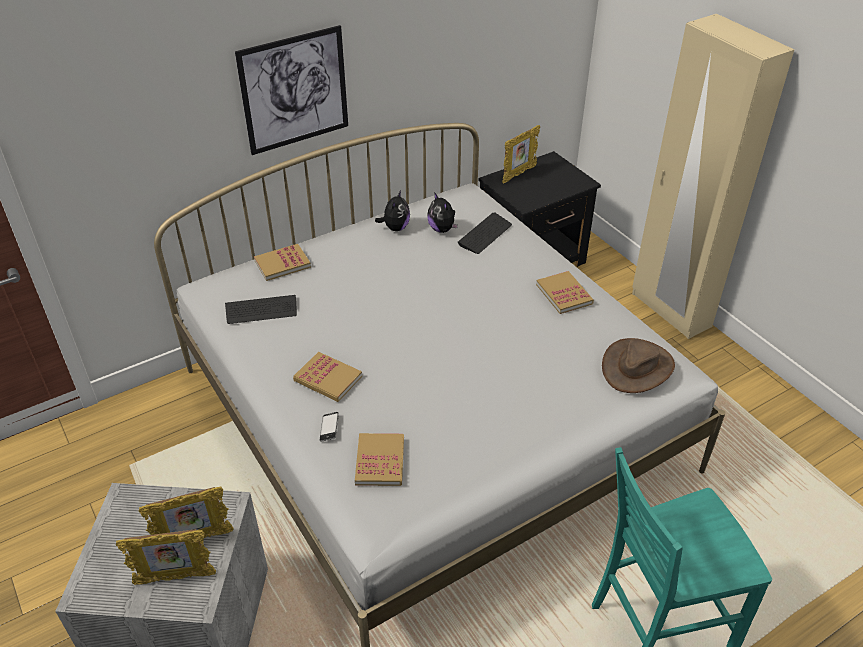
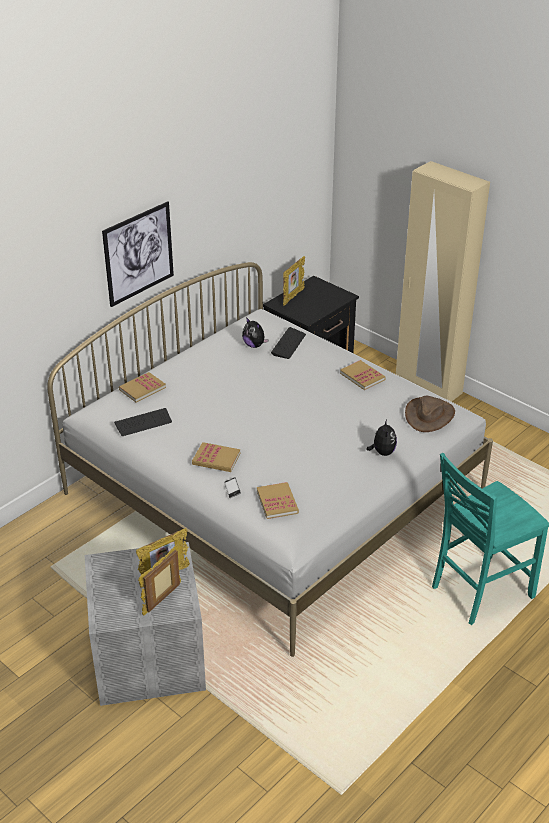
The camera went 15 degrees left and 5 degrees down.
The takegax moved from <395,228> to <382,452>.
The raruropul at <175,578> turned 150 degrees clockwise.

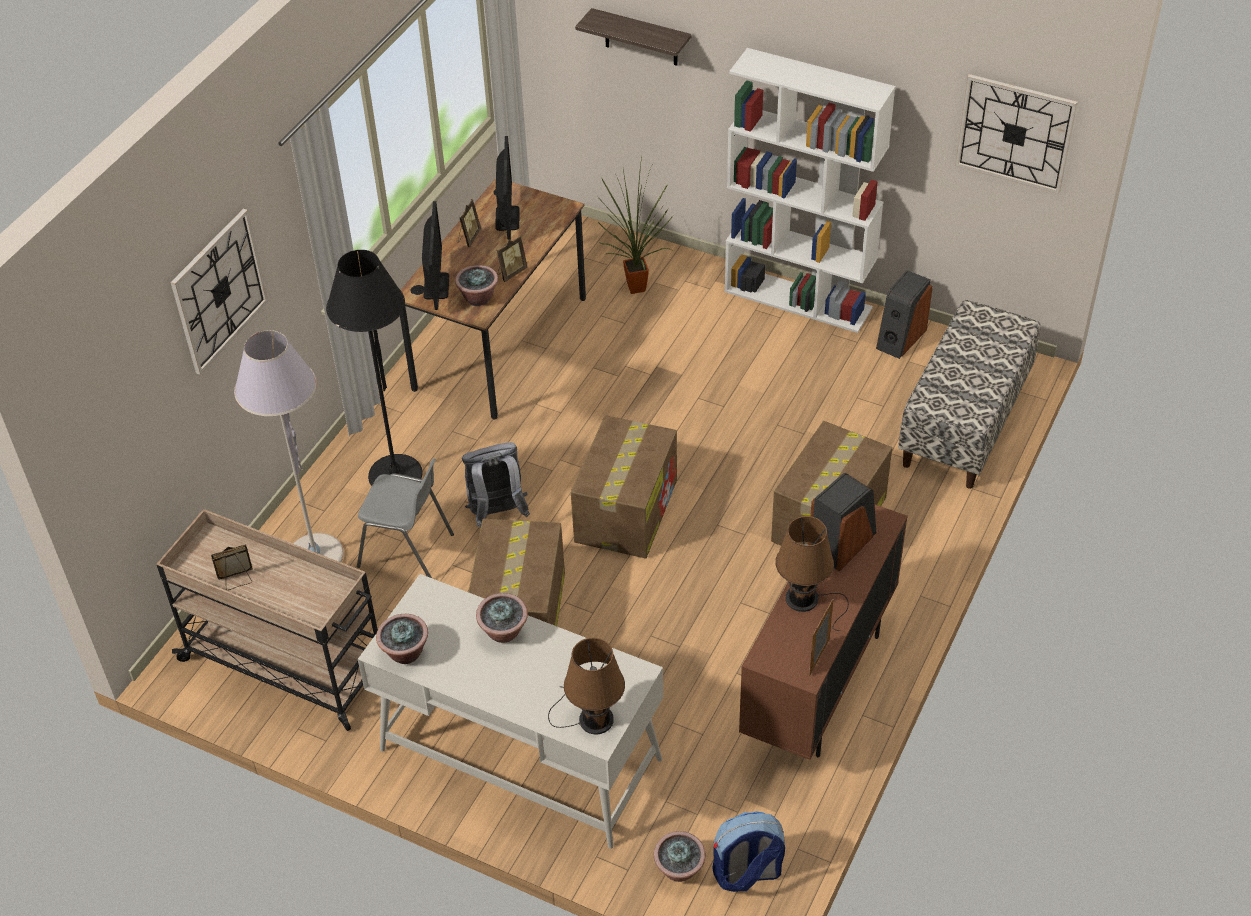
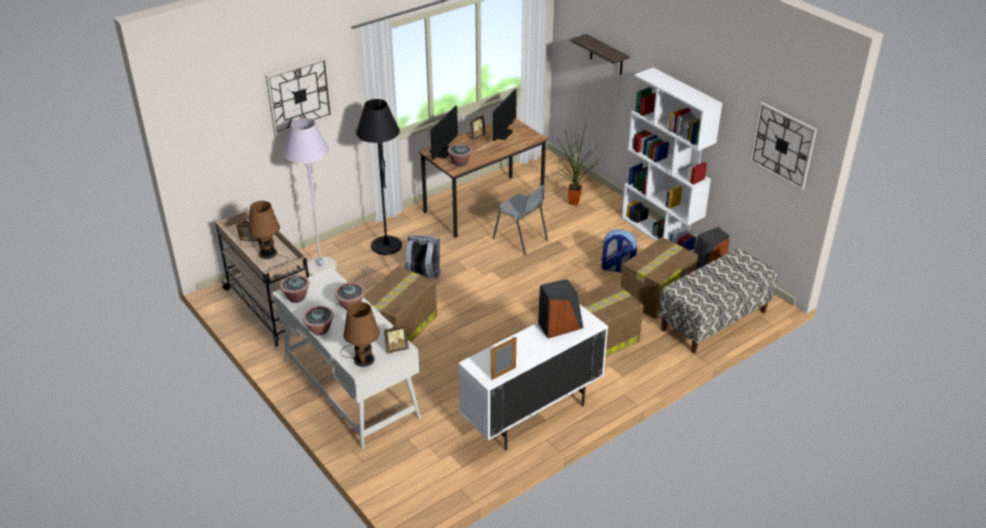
The camera went 25 degrees right and 10 degrees down.
The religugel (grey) moved from <407,550> to <520,239>.
The raruropul moved from <511,273> to <396,348>.
The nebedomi moved from <626,509> to <657,294>.
The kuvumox moved from <679,870> to <320,330>.
The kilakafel moved from <747,873> to <617,268>.
The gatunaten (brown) moved from <806,600> to <269,254>.
The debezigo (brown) at <818,685> became the debezigo (white) at <532,416>.

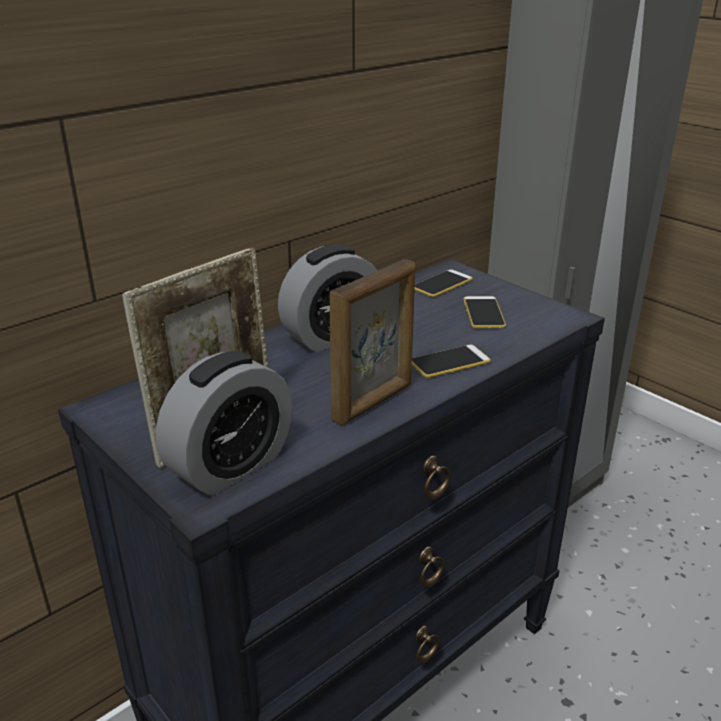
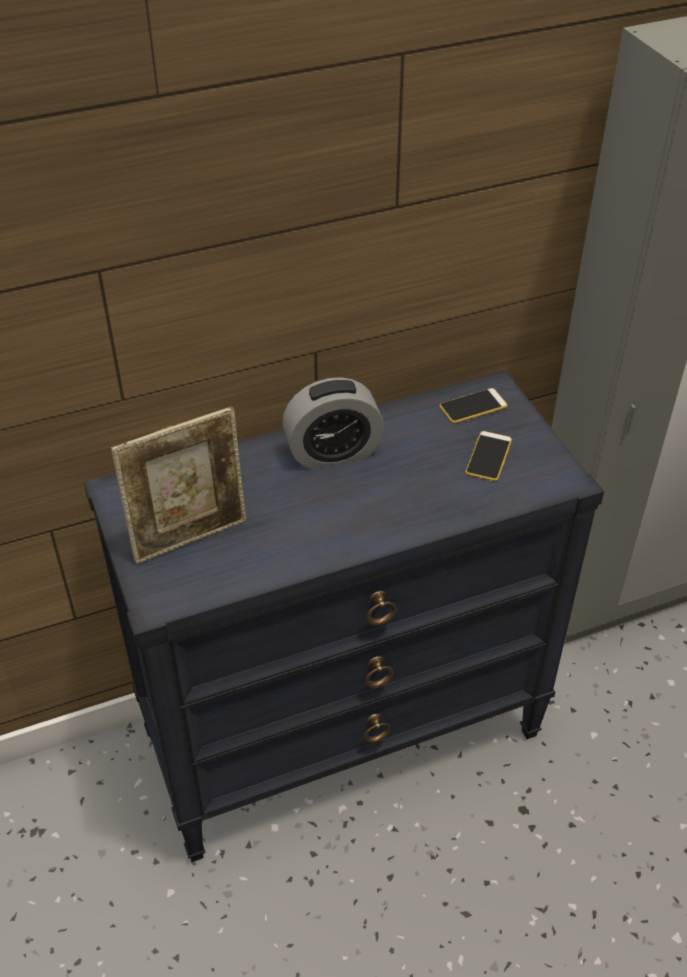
The camera went 20 degrees right and 15 degrees up.
The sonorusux at <231,466> disappeared.
The raruropul at <374,403> disappeared.
The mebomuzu at <449,362> disappeared.

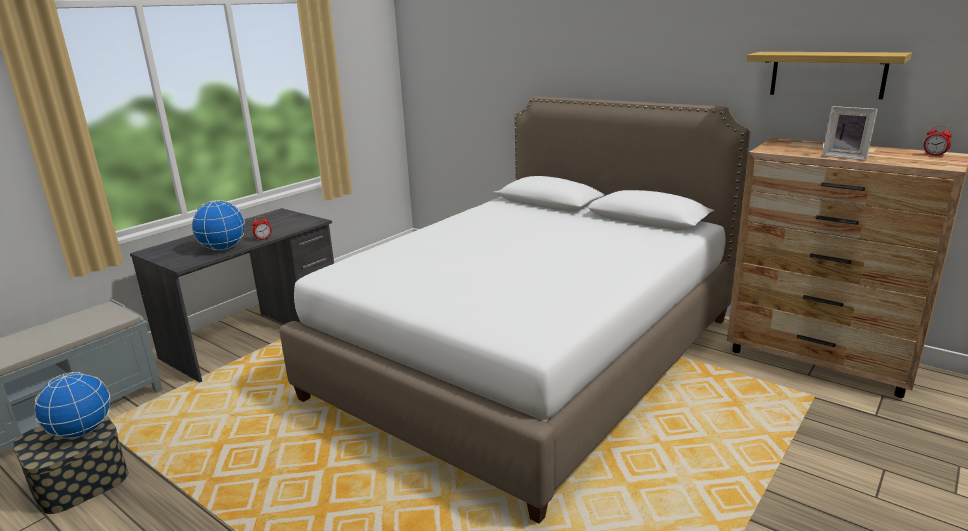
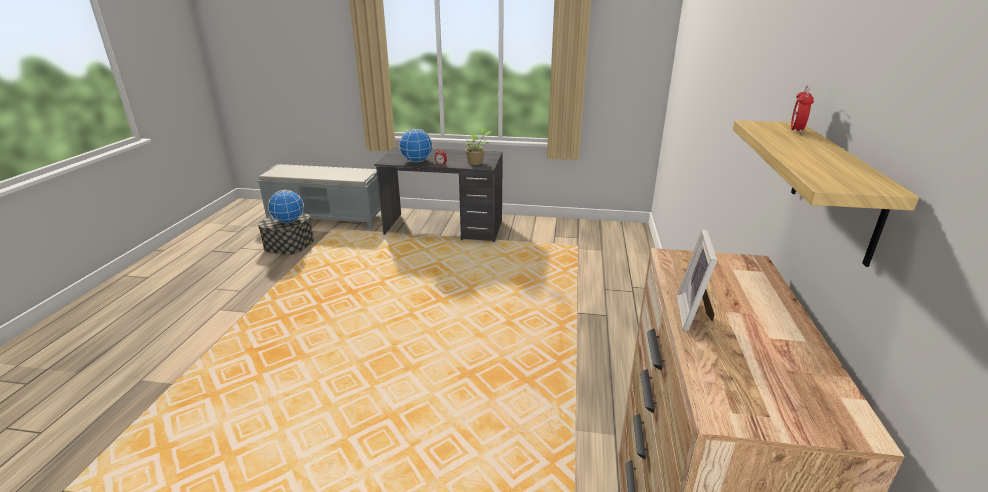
The camera went 60 degrees right and 5 degrees up.
The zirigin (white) at <529,357> disappeared.
The kuvumox at <476,163> appeared.
The sonorusux moved from <934,155> to <796,130>.

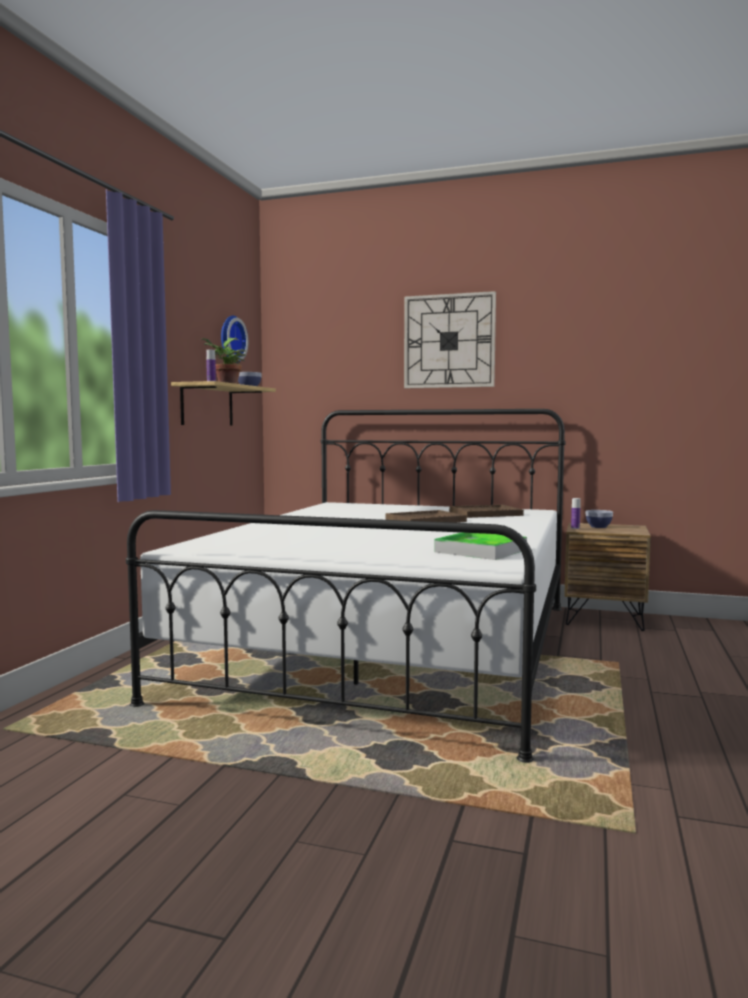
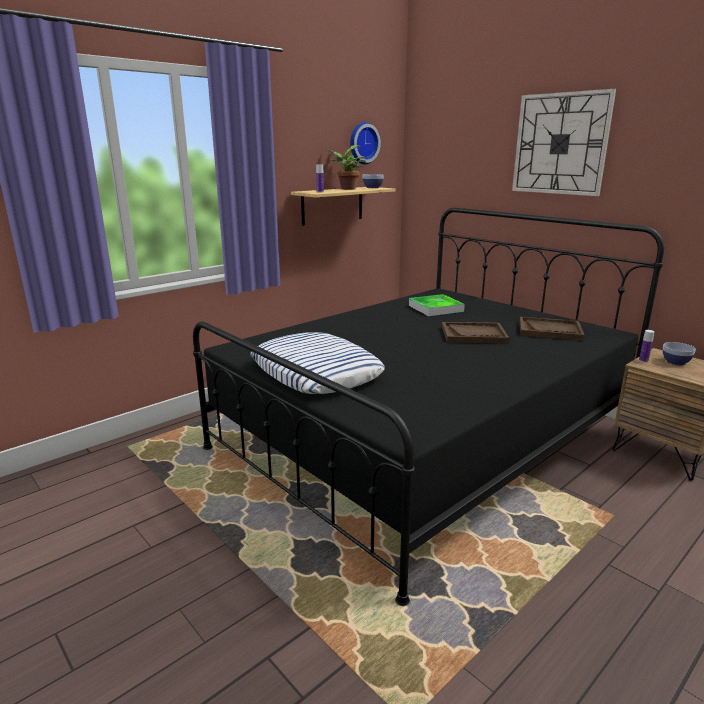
The camera went 30 degrees right and 15 degrees up.
The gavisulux at <316,372> appeared.
The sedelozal moved from <480,551> to <435,308>.
The zirigin (white) at <390,647> became the zirigin (black) at <423,437>.

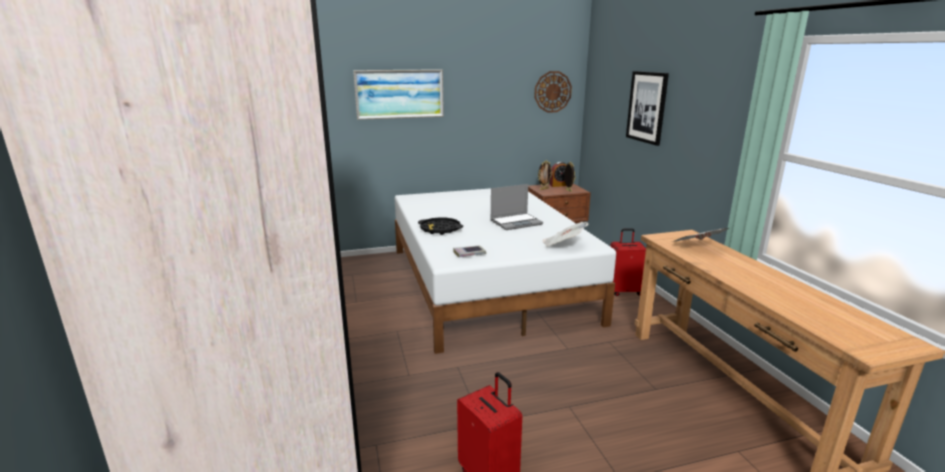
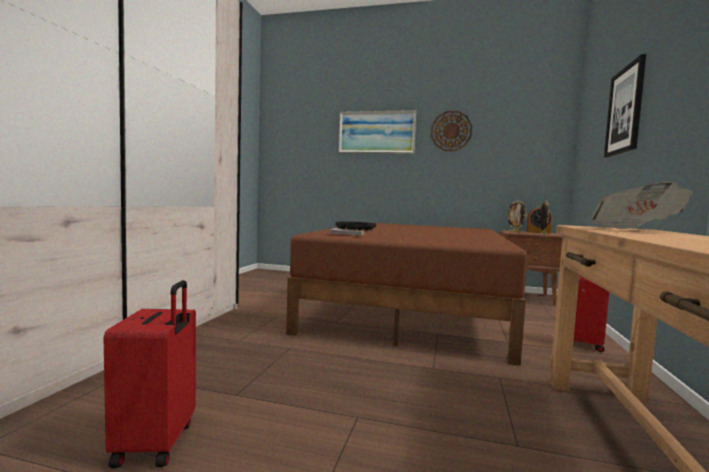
The camera went 30 degrees right and 15 degrees down.
The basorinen at <516,222> disappeared.
The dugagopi at <563,245> disappeared.
The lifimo moved from <552,92> to <451,131>.
The zirigin (white) at <487,283> became the zirigin (brown) at <412,306>.

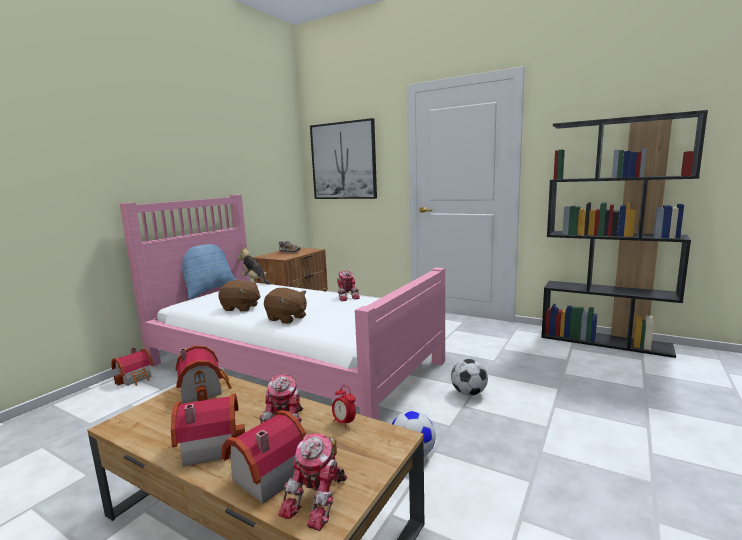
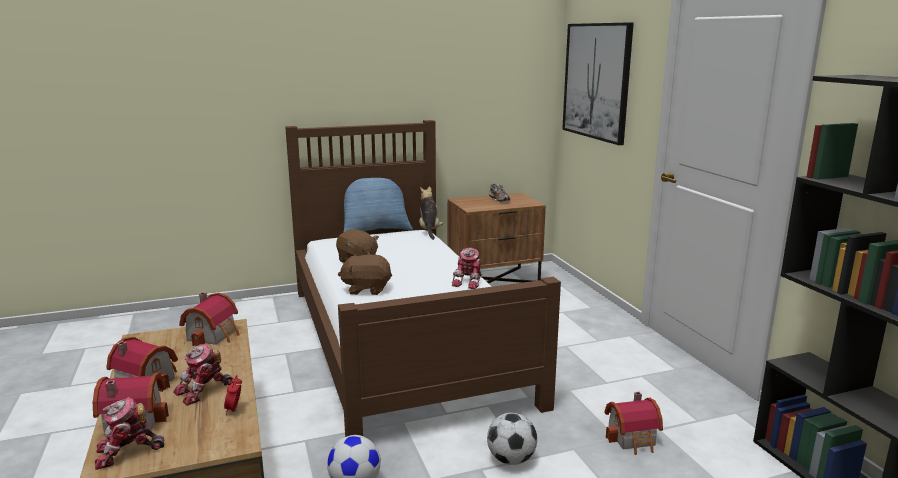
The camera went 40 degrees right and 5 degrees up.
The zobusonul moved from <136,378> to <634,439>.
The zirigin (pink) at <291,363> became the zirigin (brown) at <402,340>.
The takegax (brown) at <286,318> turned 105 degrees clockwise.

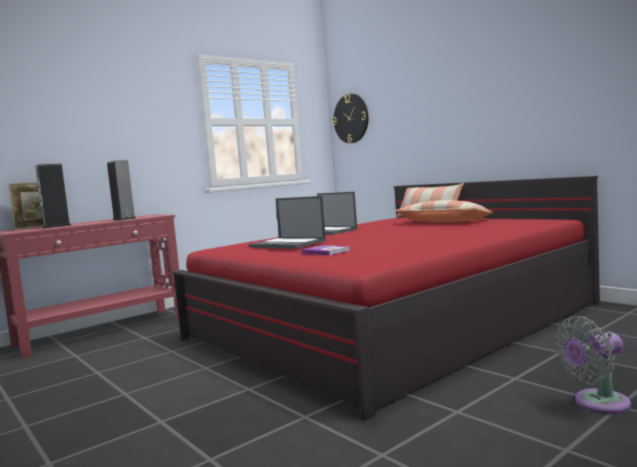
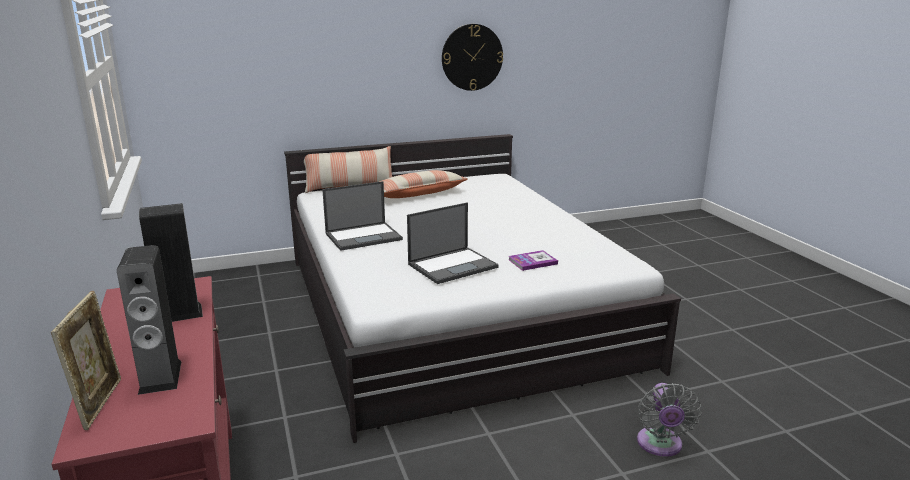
The camera went 70 degrees left and 15 degrees up.
The lifimo moved from <351,118> to <472,57>.
The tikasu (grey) moved from <597,403> to <660,445>.
The zirigin (red) at <393,321> became the zirigin (white) at <451,309>.

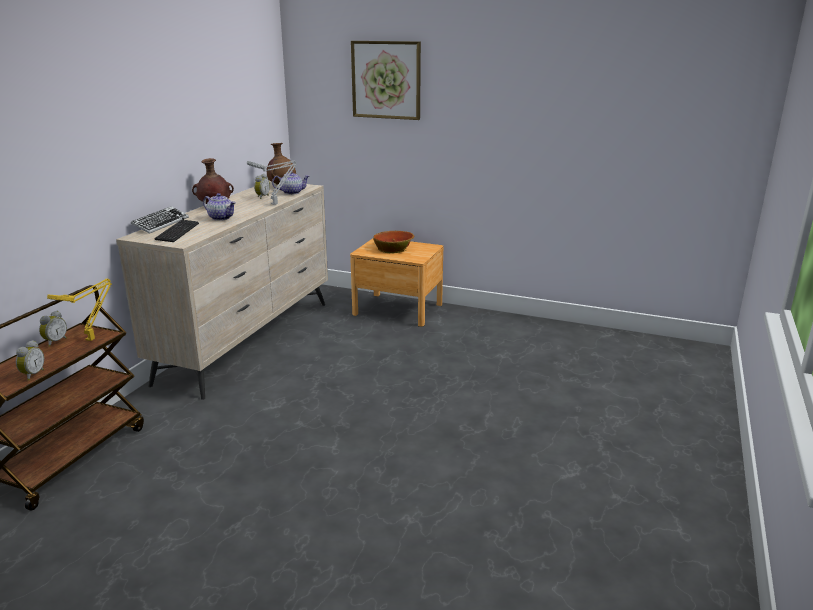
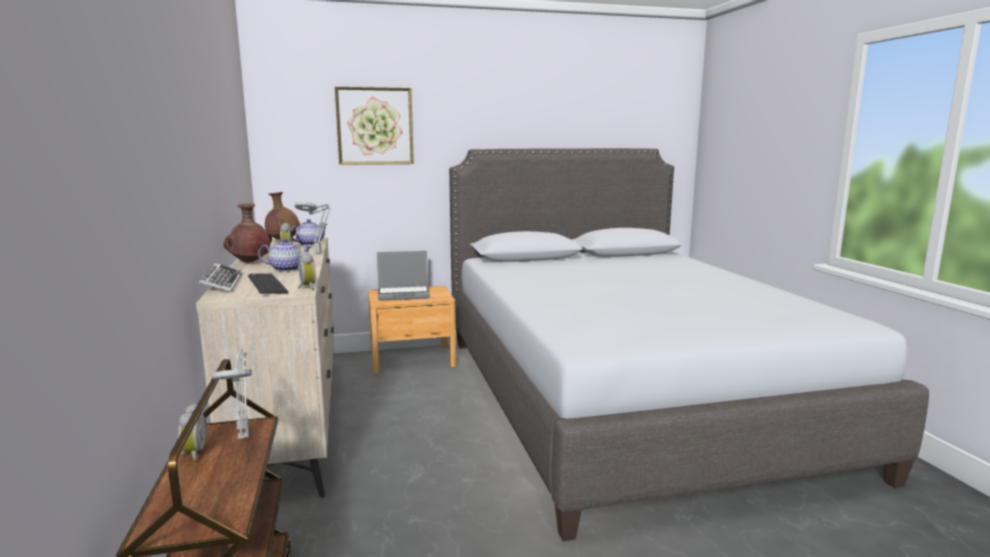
The camera went 35 degrees left and 10 degrees down.
The zirigin (grey) at <623,398> appeared.
The sonorusux moved from <32,375> to <306,287>.
The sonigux at <393,248> was replaced by the basorinen at <404,294>.
The gatunaten (yellow) at <92,339> became the gatunaten (grey) at <244,435>.

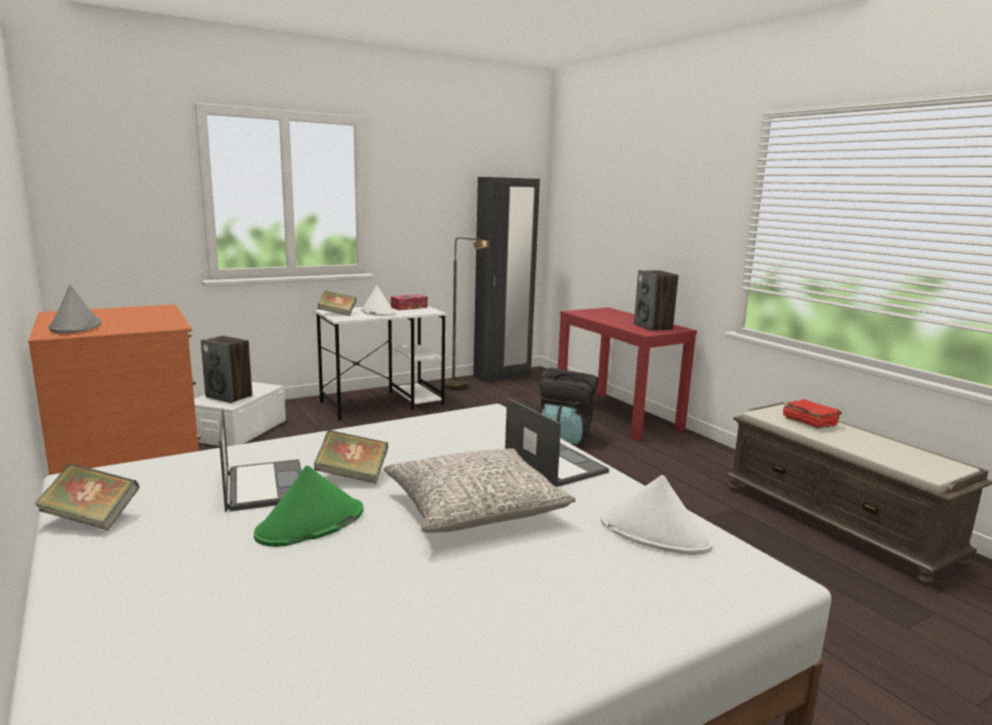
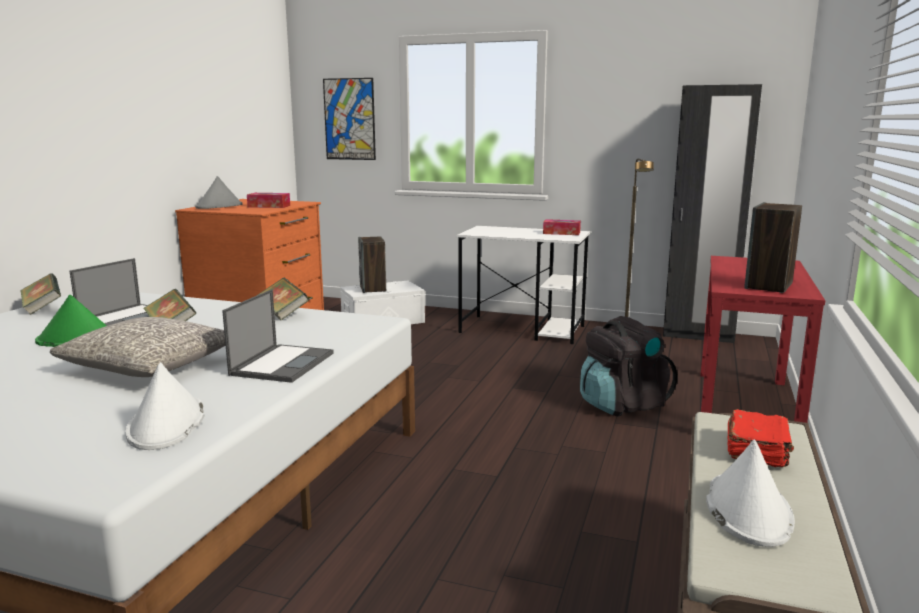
The camera went 50 degrees right and 0 degrees up.
The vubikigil at <269,206> appeared.
The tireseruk at <349,119> appeared.
The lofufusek moved from <337,313> to <283,314>.
The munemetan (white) moved from <377,312> to <747,510>.

